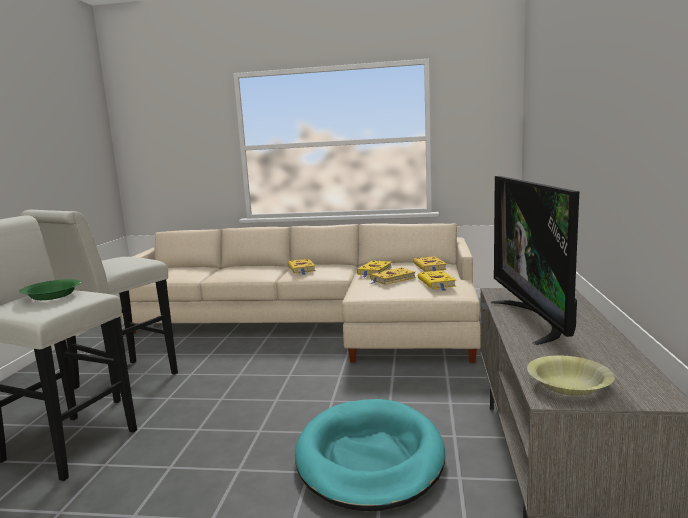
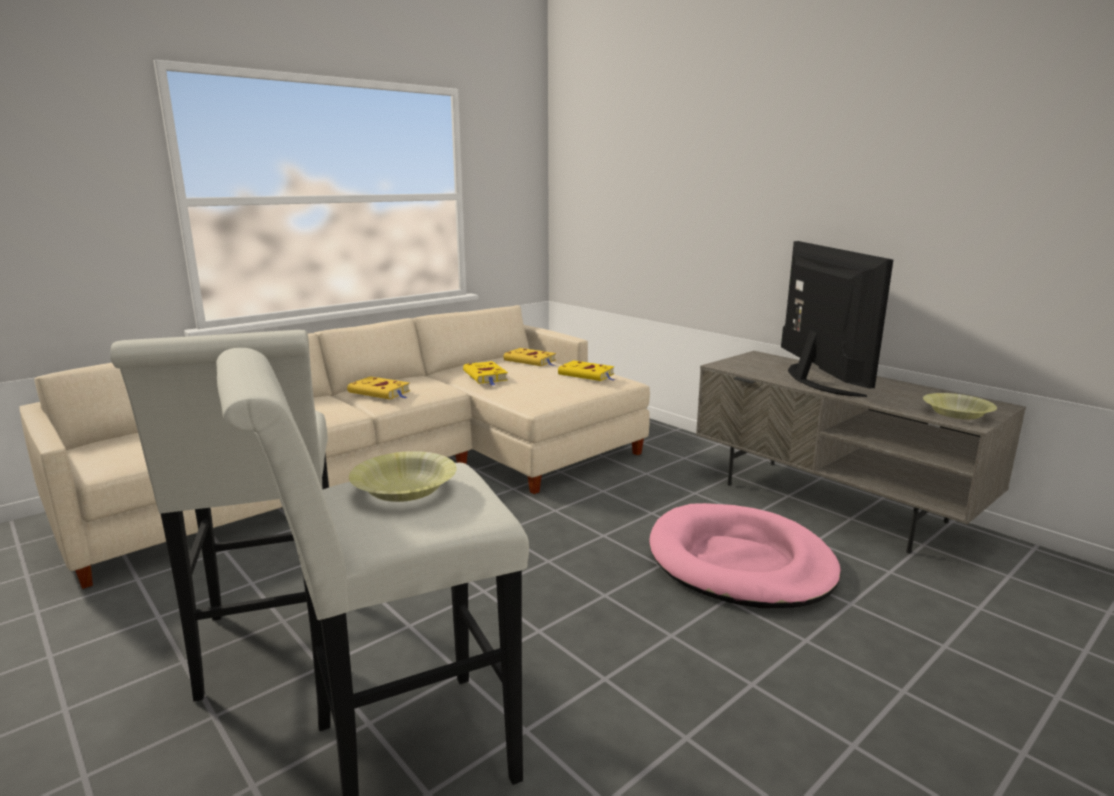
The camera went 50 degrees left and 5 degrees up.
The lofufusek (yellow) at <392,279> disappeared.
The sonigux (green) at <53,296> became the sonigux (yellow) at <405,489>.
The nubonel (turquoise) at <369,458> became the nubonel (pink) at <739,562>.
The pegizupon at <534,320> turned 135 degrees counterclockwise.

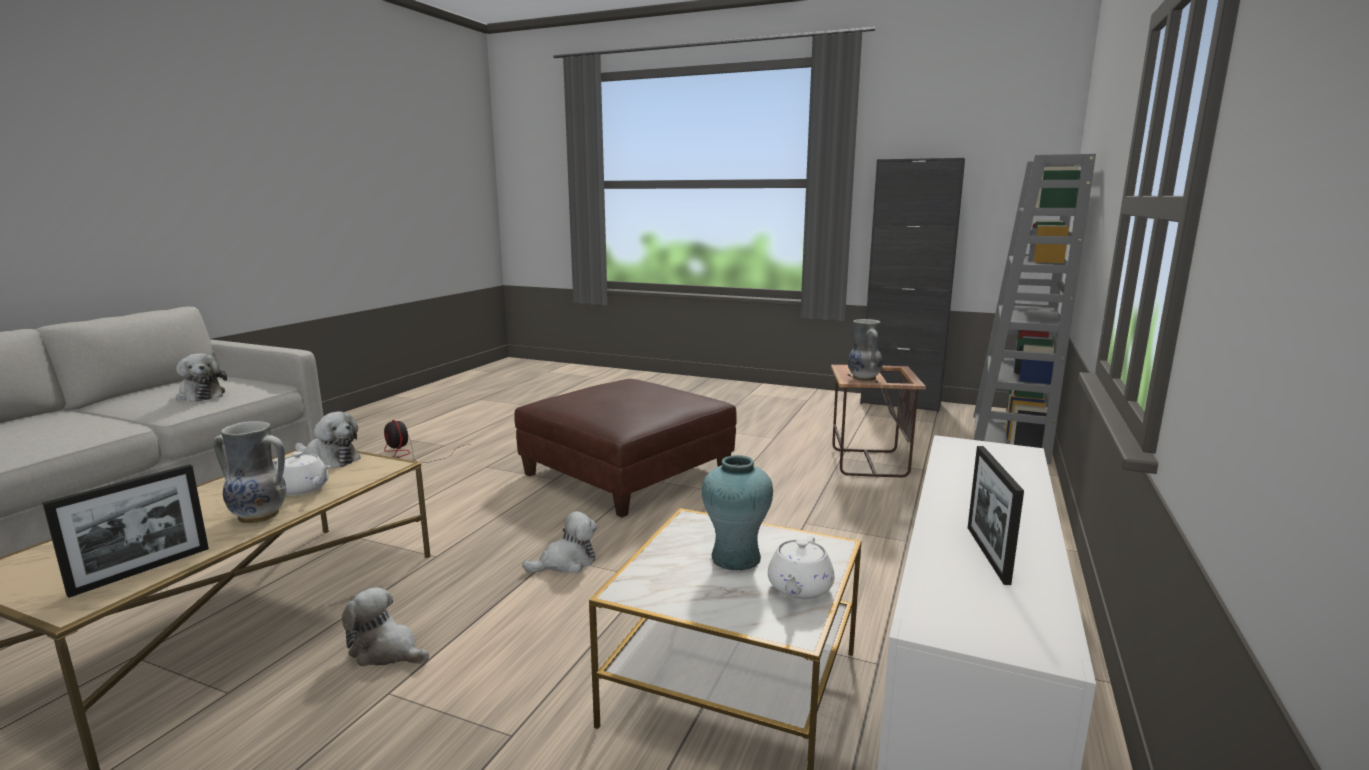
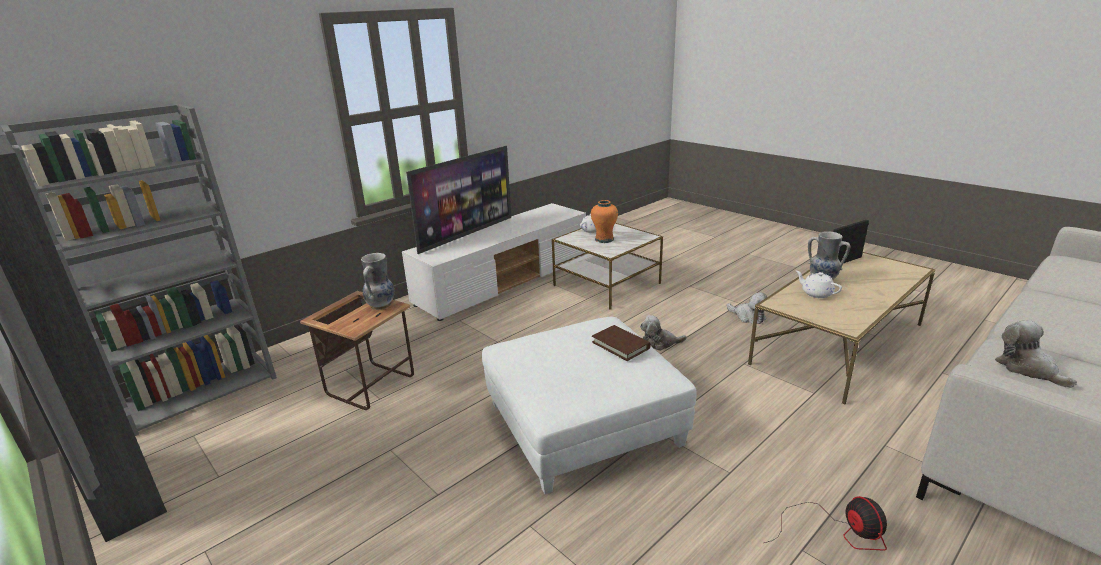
The camera went 155 degrees left and 10 degrees up.
The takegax at <329,460> disappeared.
The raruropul at <987,554> disappeared.
The pegizupon at <466,234> appeared.
The lofufusek (brown) at <620,345> appeared.
The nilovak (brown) at <628,472> became the nilovak (white) at <582,423>.
The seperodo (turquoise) at <735,558> became the seperodo (orange) at <604,239>.

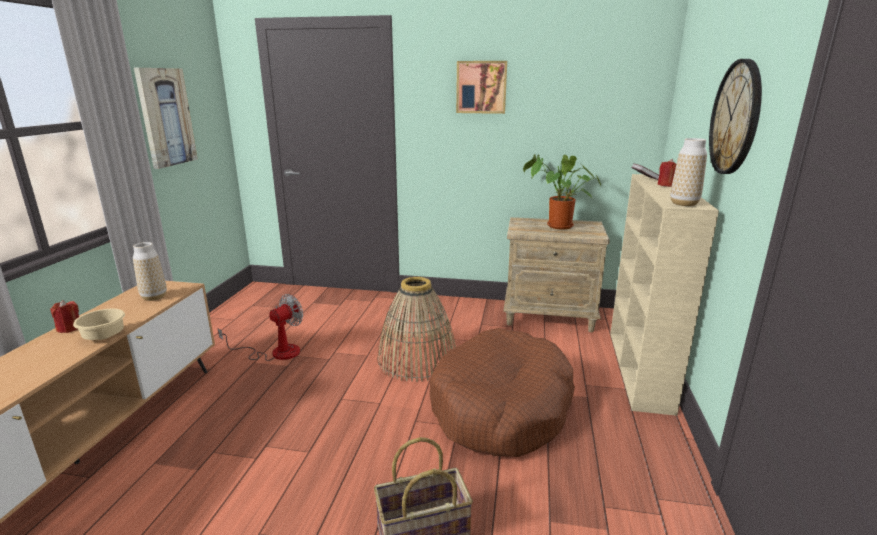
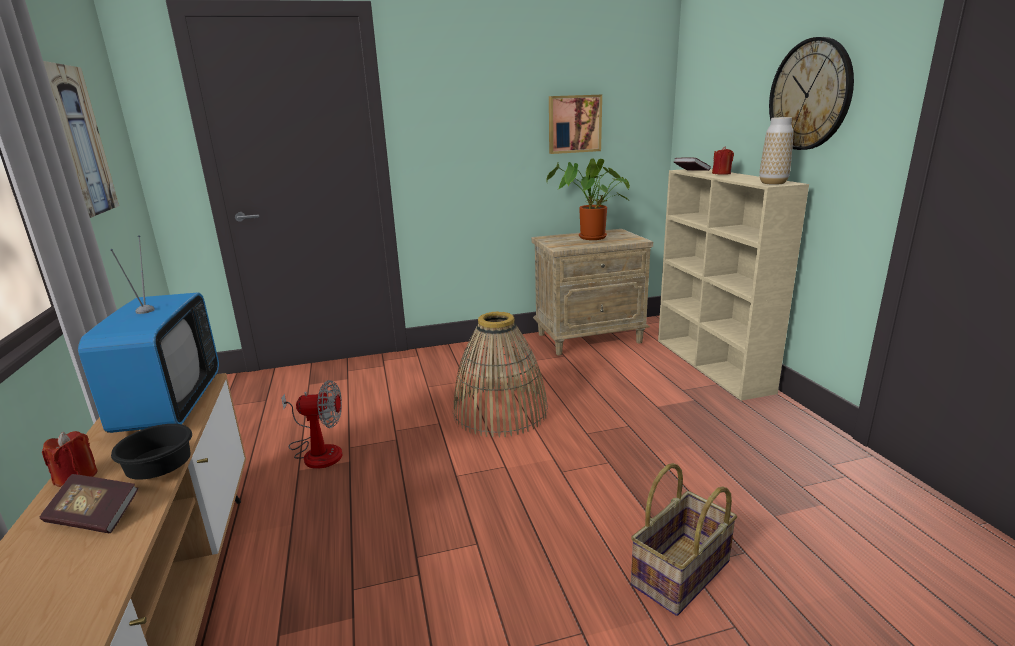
The camera went 25 degrees left and 0 degrees up.
The nubonel (brown) at <501,408> disappeared.
The lofufusek at <95,517> appeared.
The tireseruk moved from <481,87> to <574,124>.
The seperodo at <154,297> was replaced by the pegizupon at <170,405>.
The sonigux (beige) at <102,337> became the sonigux (black) at <158,471>.
The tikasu at <275,352> turned 75 degrees clockwise.

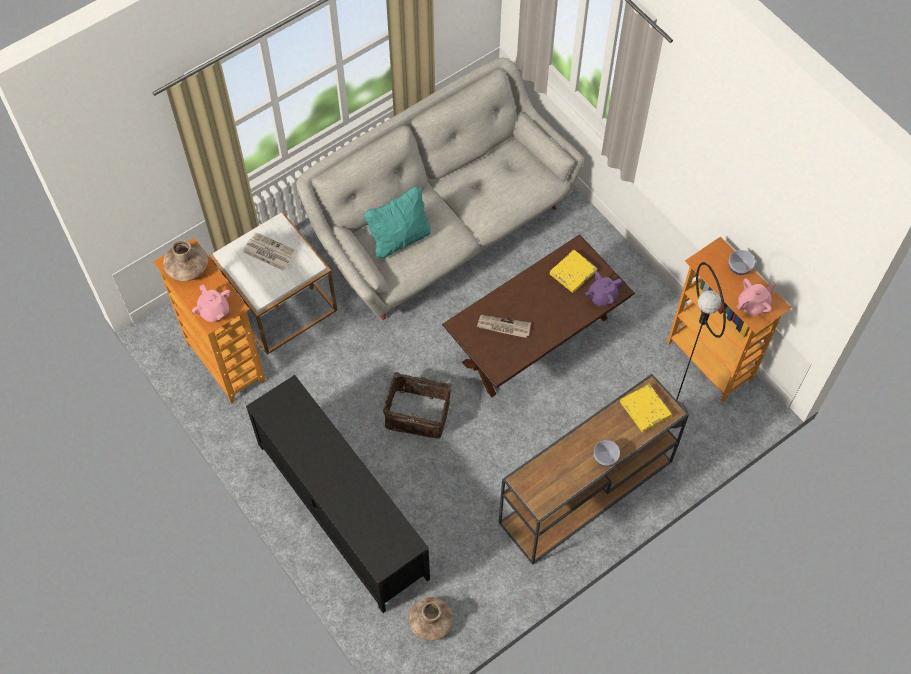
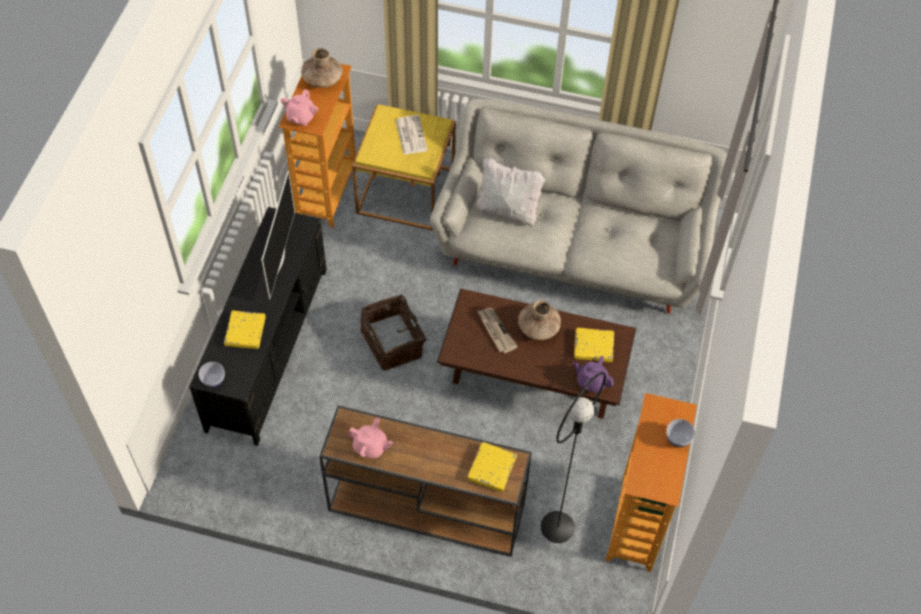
The camera went 50 degrees right and 5 degrees down.
The lofufusek (yellow) at <245,331> appeared.
The pegizupon at <278,259> appeared.
The seperodo (brown) moved from <431,622> to <538,327>.
The sonigux moved from <605,458> to <213,380>.
The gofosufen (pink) moved from <753,305> to <370,447>.
The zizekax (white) at <279,303> became the zizekax (yellow) at <406,191>.
The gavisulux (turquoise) at <399,240> became the gavisulux (white) at <508,211>.

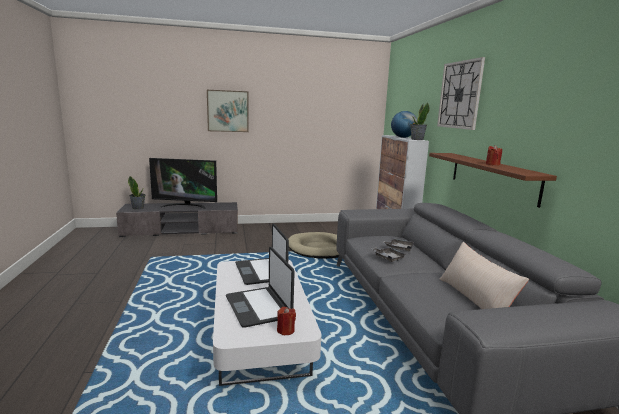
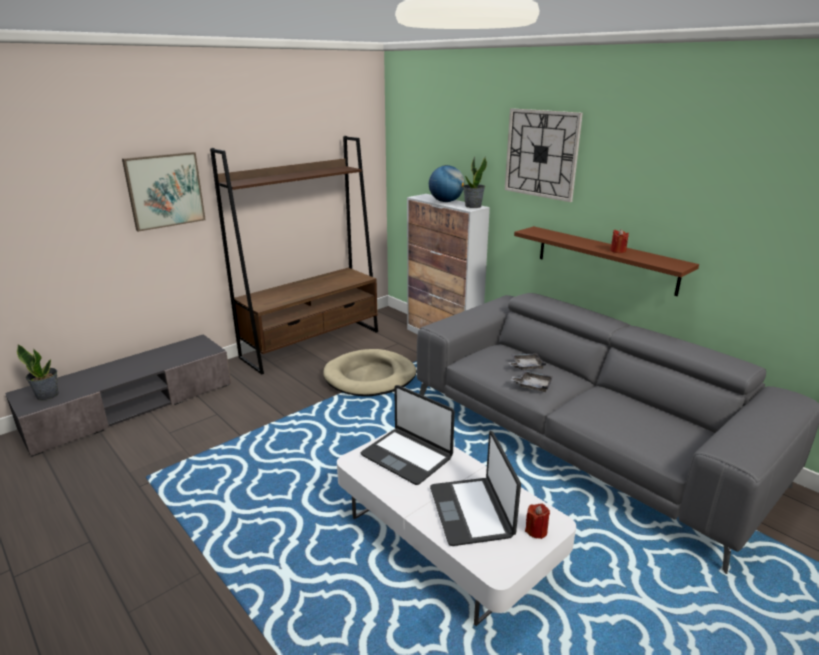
The camera went 30 degrees left and 10 degrees up.
The pegizupon at <185,206> disappeared.
The gavisulux (beige) at <475,299> disappeared.
The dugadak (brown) at <312,344> appeared.
The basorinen at <259,307> turned 45 degrees clockwise.

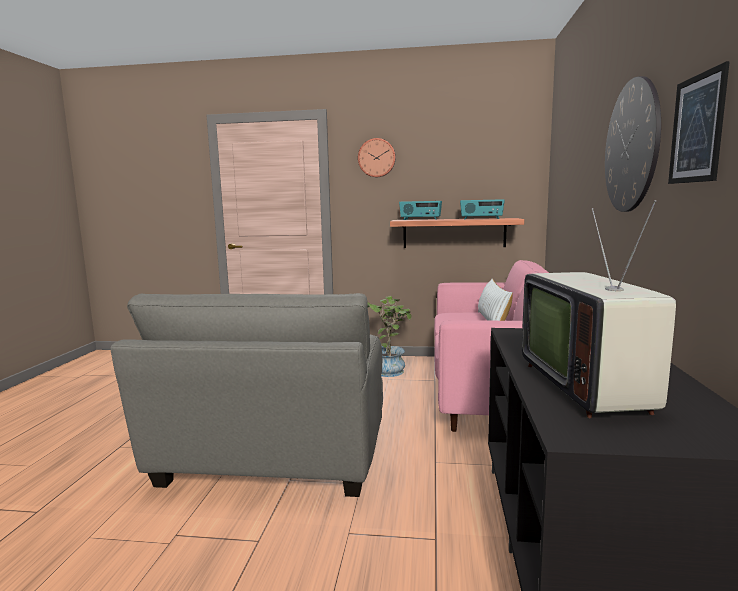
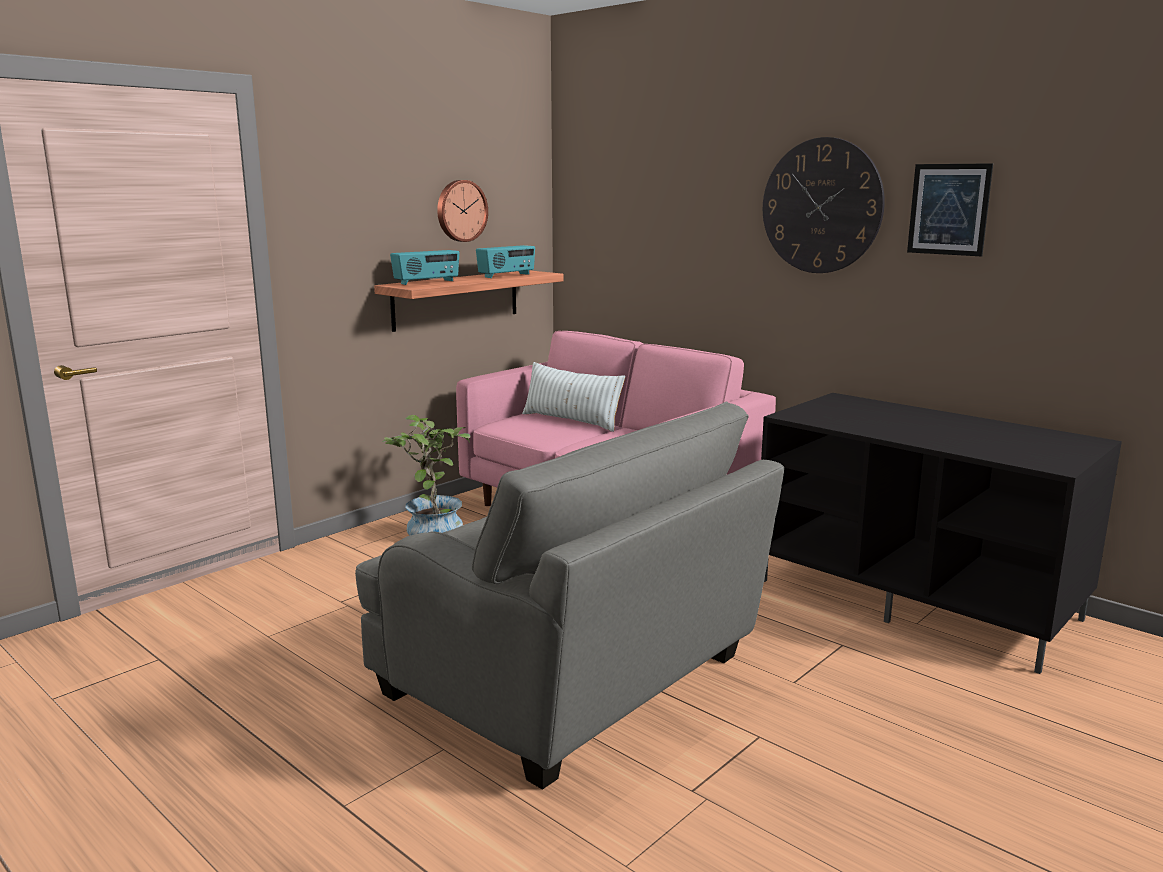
The camera went 55 degrees left and 5 degrees up.
The pegizupon at <589,385> disappeared.
The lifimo moved from <376,158> to <460,211>.

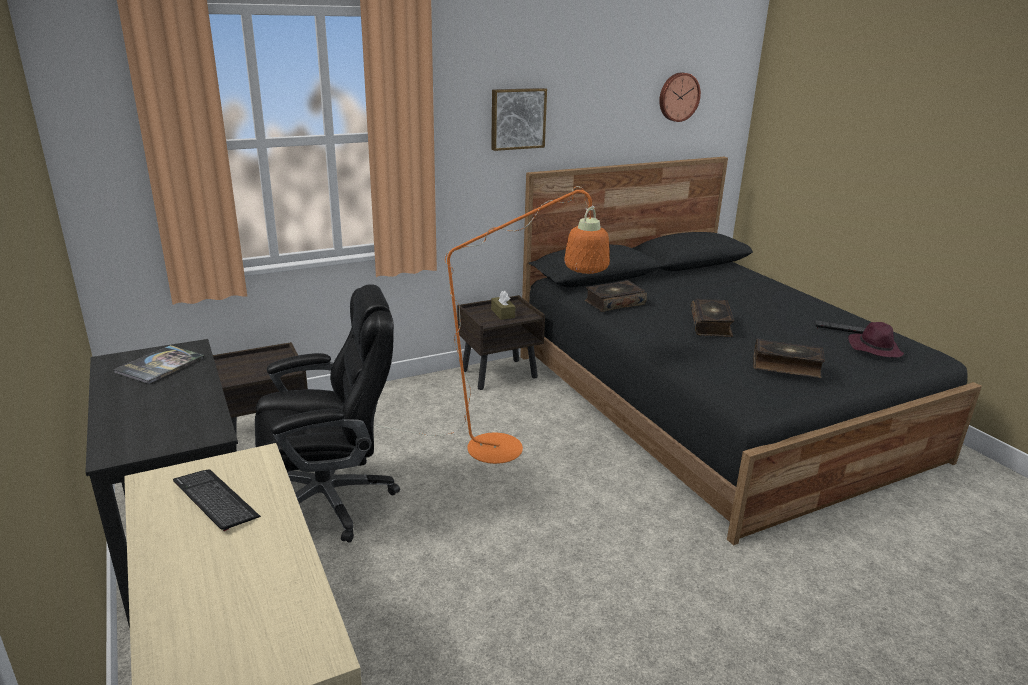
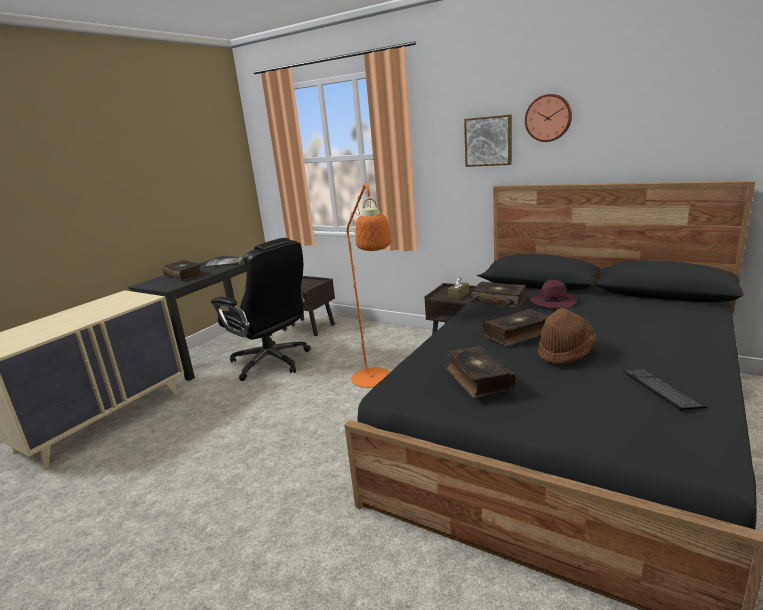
The camera went 60 degrees right and 5 degrees down.
The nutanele at <215,500> disappeared.
The lofufusek at <184,275> appeared.
The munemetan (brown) at <565,352> appeared.
The lifimo moved from <678,97> to <548,118>.
The munemetan (purple) moved from <874,349> to <553,302>.

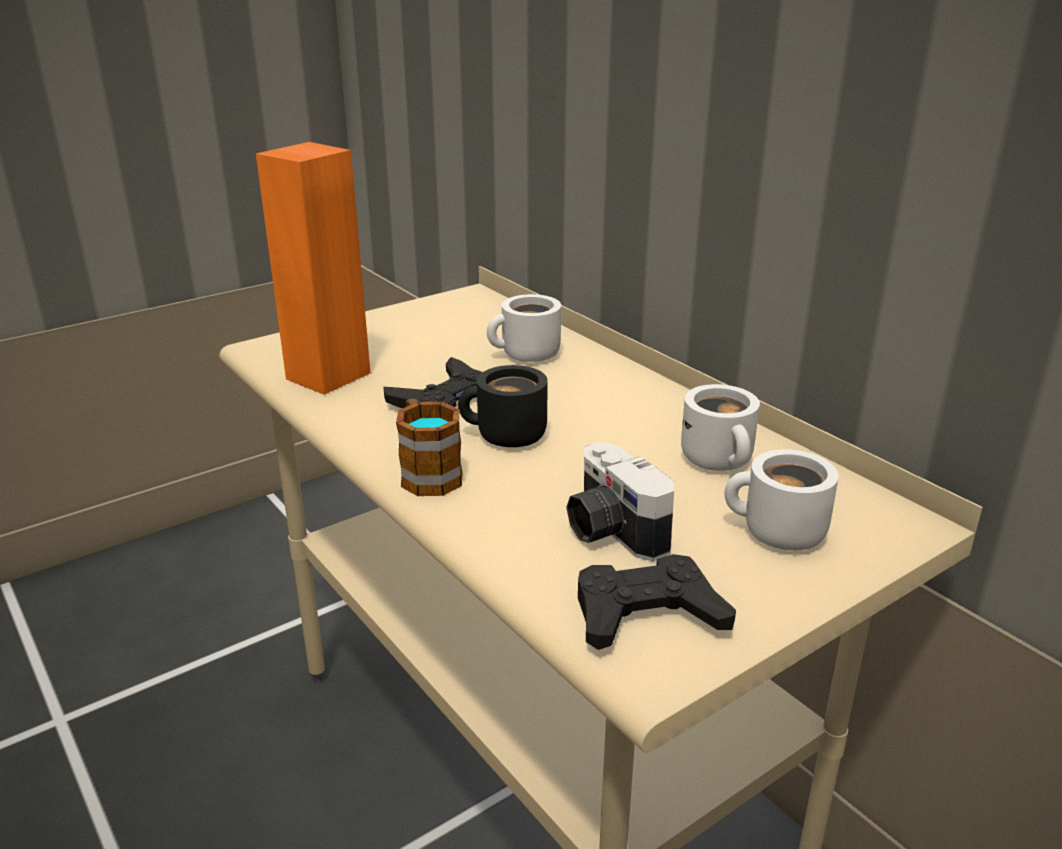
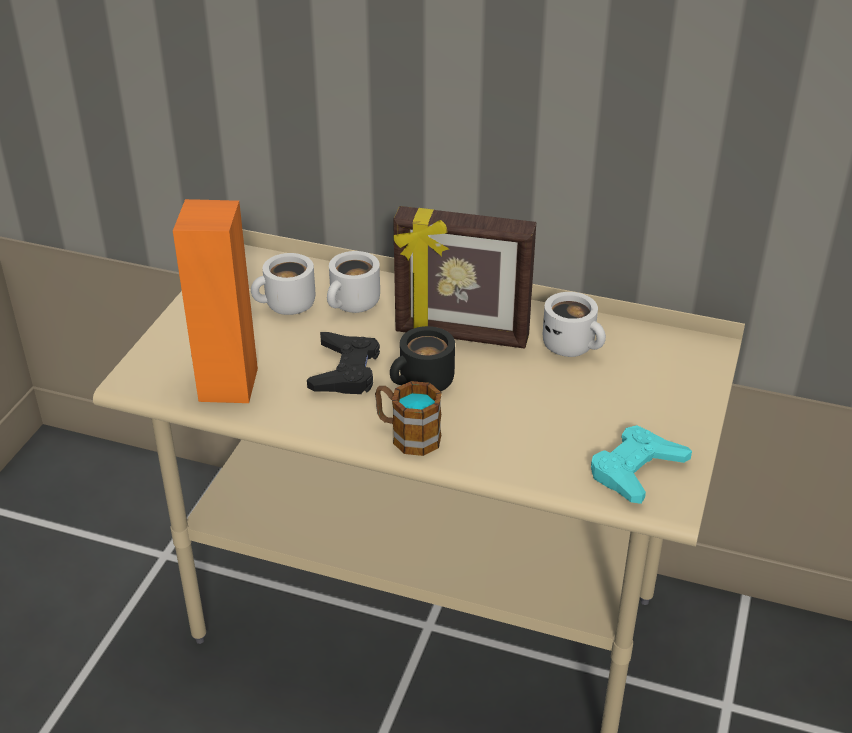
The camera went 35 degrees left and 10 degrees up.
The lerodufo at <610,531> disappeared.
The raruropul at <461,336> appeared.
The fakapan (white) moved from <776,534> to <287,306>.
The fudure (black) at <647,614> became the fudure (turquoise) at <636,470>.

